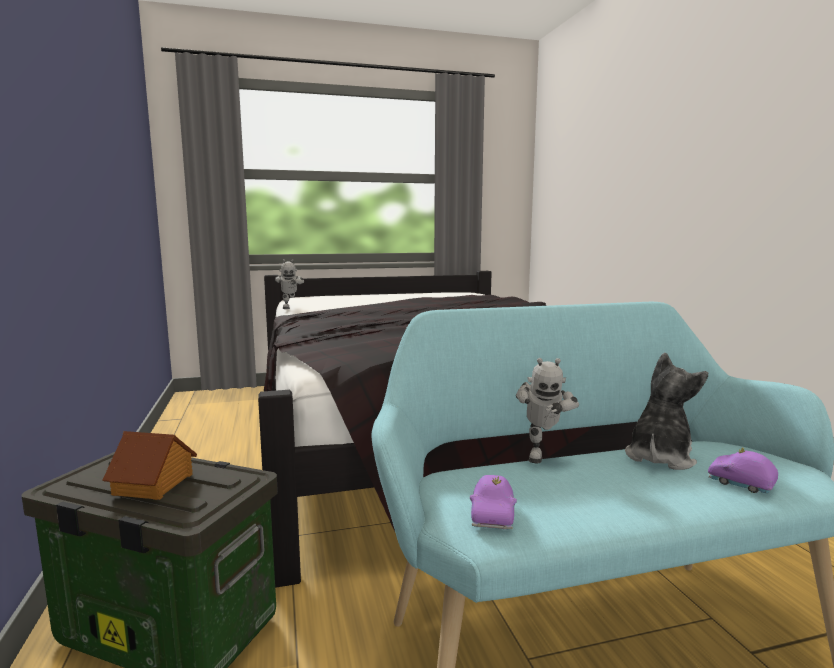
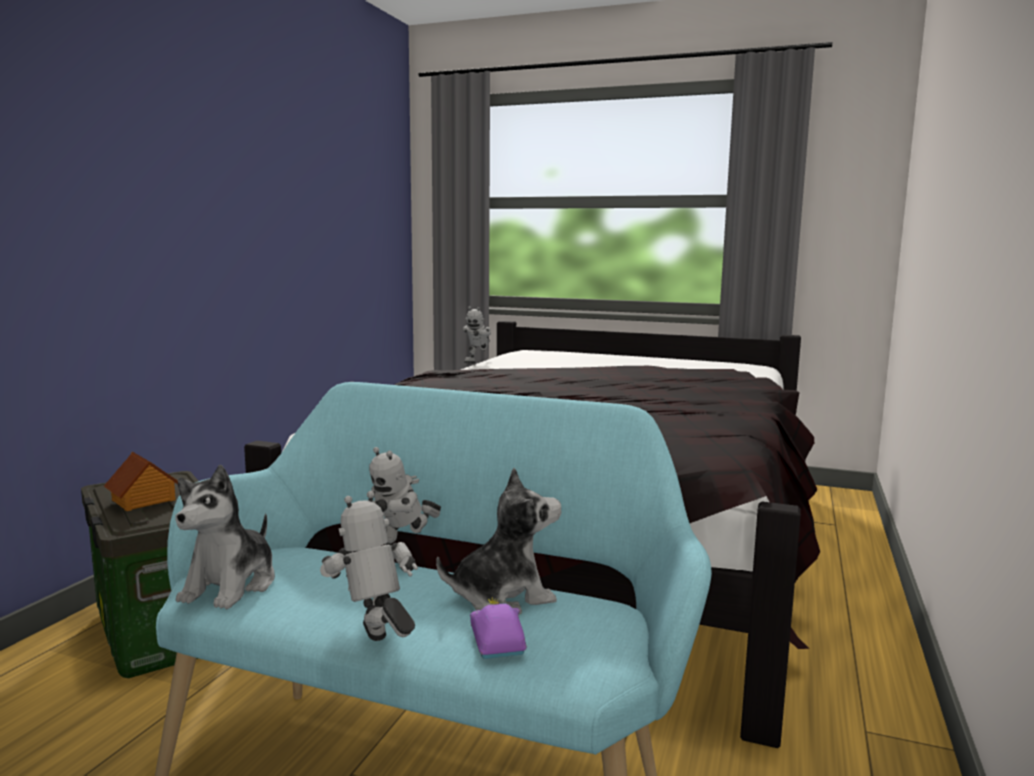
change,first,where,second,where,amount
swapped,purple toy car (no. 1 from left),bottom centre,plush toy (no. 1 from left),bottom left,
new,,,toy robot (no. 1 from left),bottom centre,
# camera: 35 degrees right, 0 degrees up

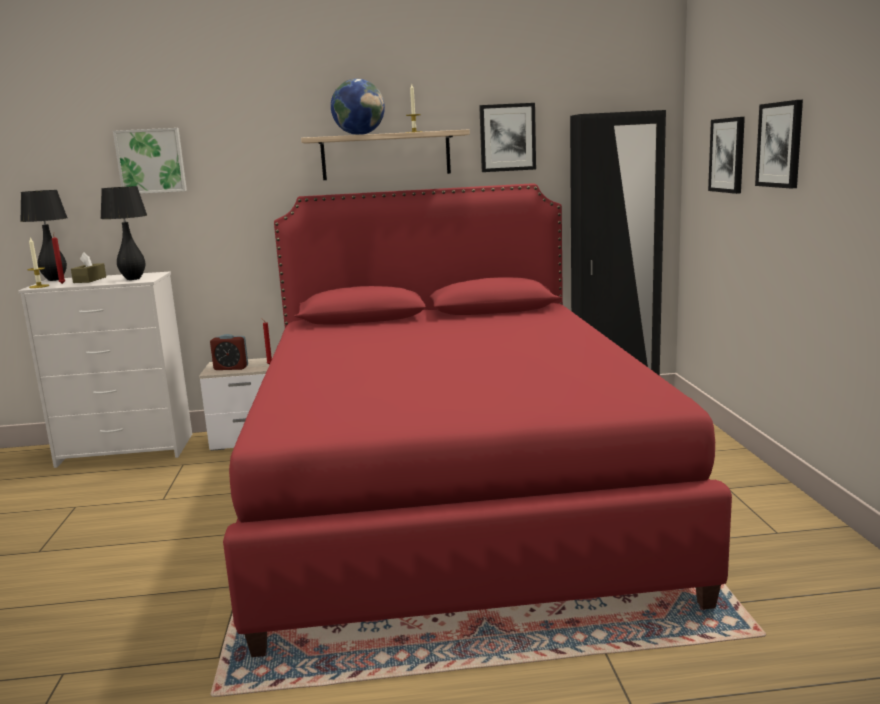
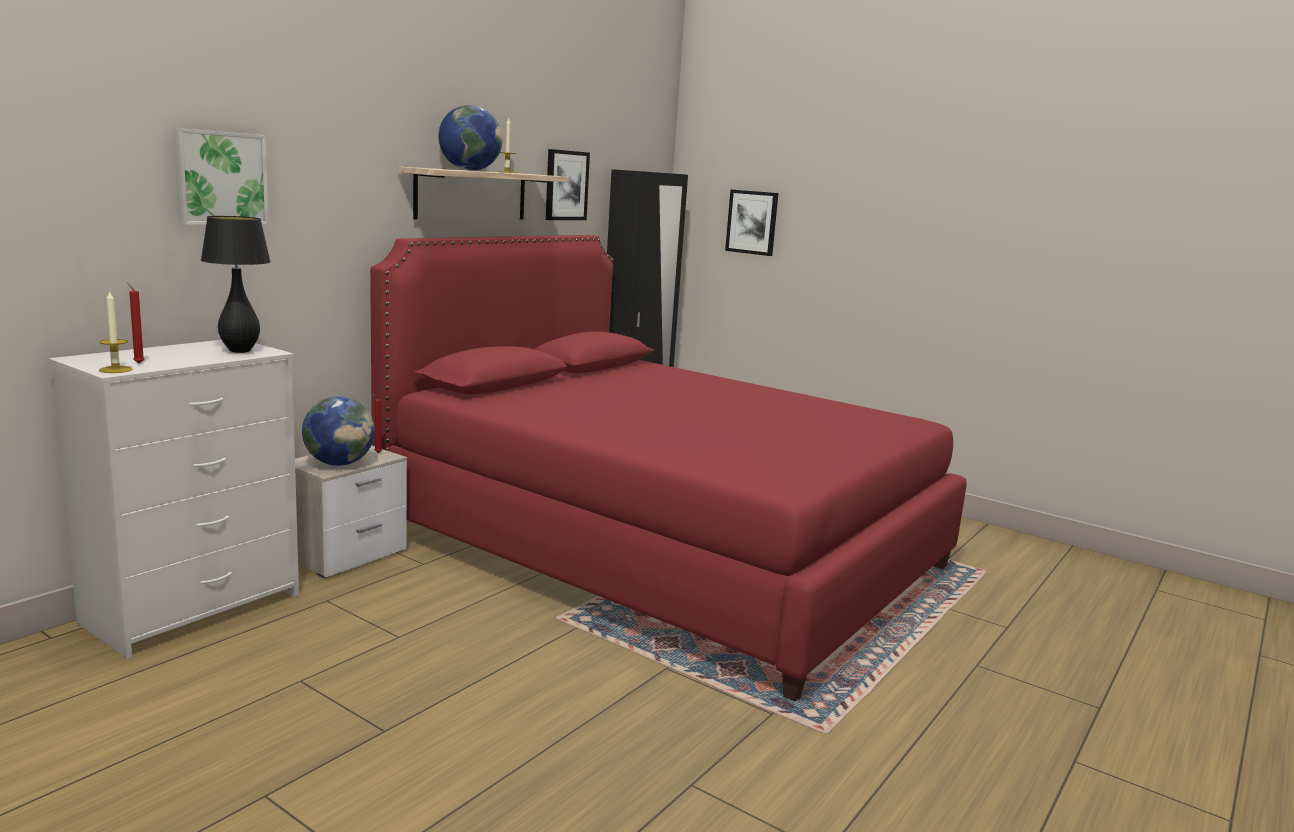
change,first,where,second,where,amount
gone,black table lamp (no. 1 from left),middle left,,,
gone,brown tissue box,middle left,,,
swapped,alarm clock,middle left,globe (no. 1 from left),middle left,
gone,picture (no. 4 from left),top right,,,
# camera: 50 degrees left, 0 degrees up

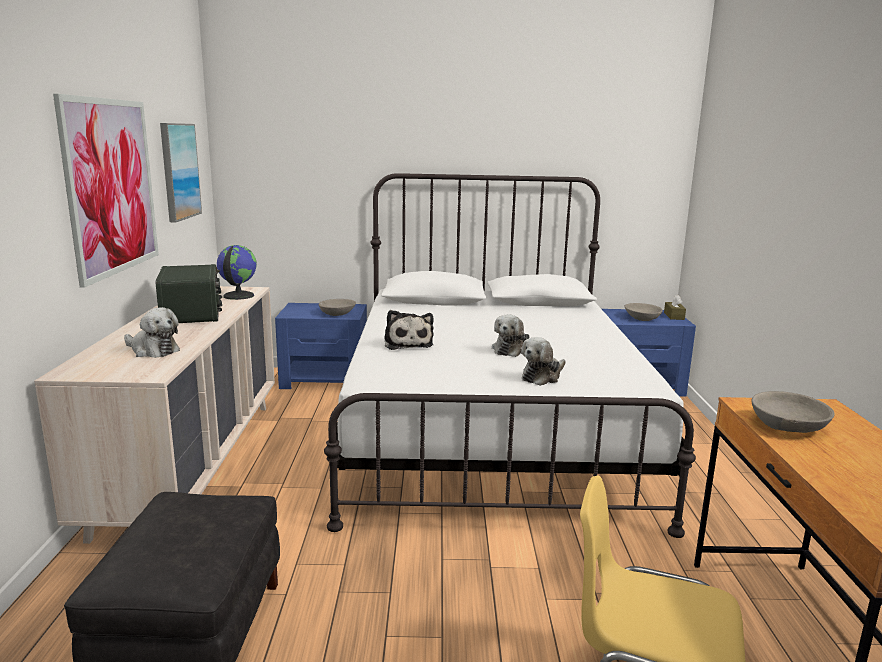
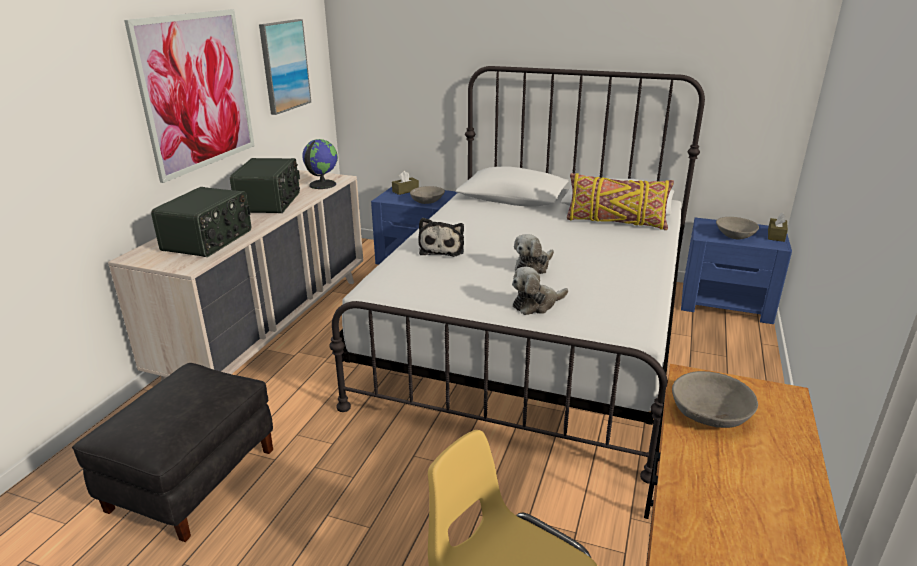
change,first,where,second,where,amount
swapped,plush toy (no. 1 from left),middle left,radio (no. 1 from left),middle left,
new,,,brown tissue box (no. 1 from left),top centre,
new,,,yellow pillow,middle right,
# camera: 20 degrees right, 10 degrees up

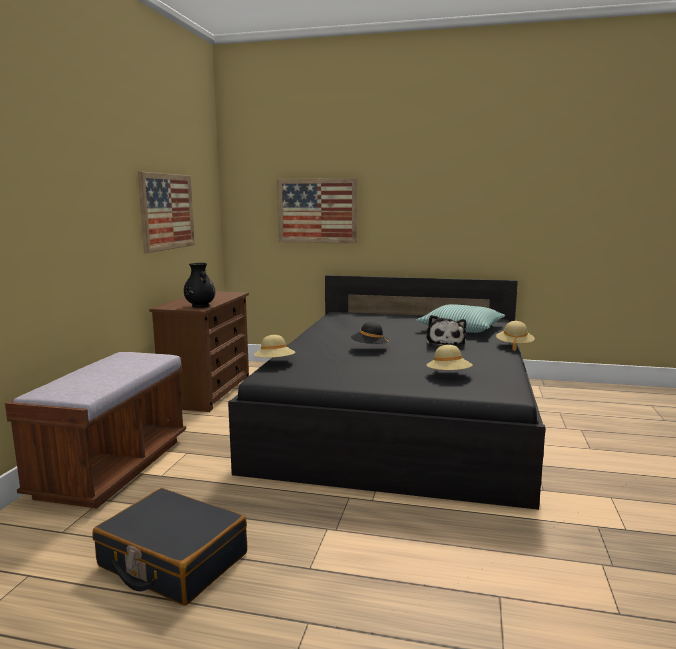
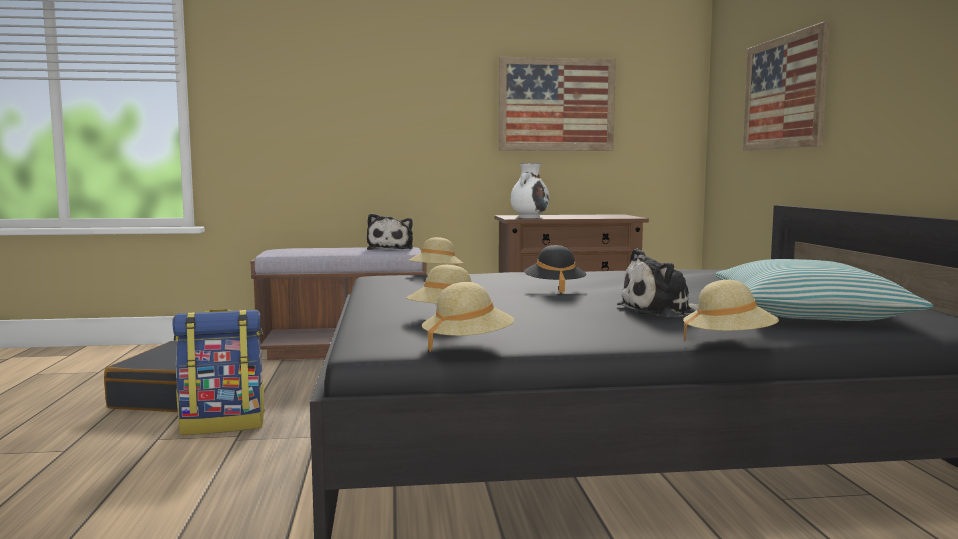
change,first,where,second,where,amount
repainted,black vase,middle left,white vase,centre,
new,,,backpack,bottom left,
new,,,plush toy (no. 1 from left),centre,
new,,,beige hat (no. 3 from left),centre,
# camera: 70 degrees right, 5 degrees down

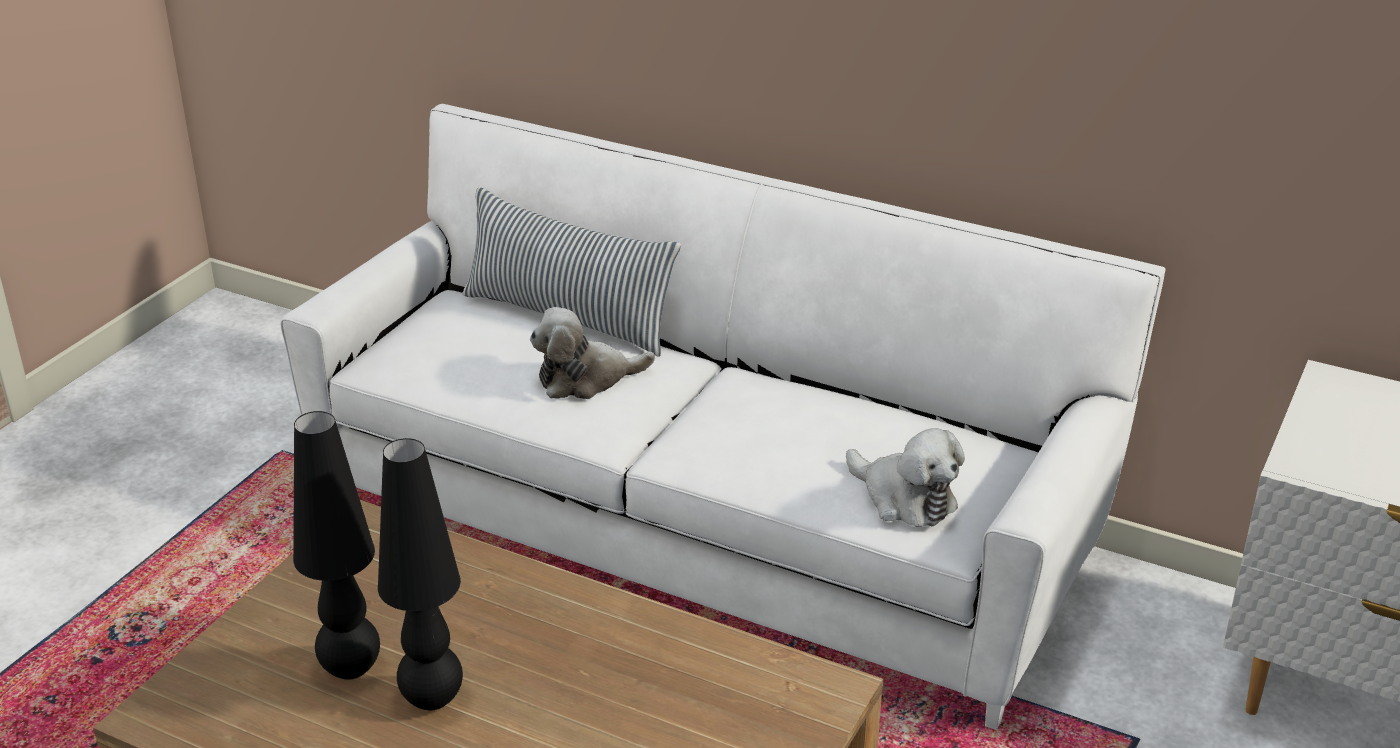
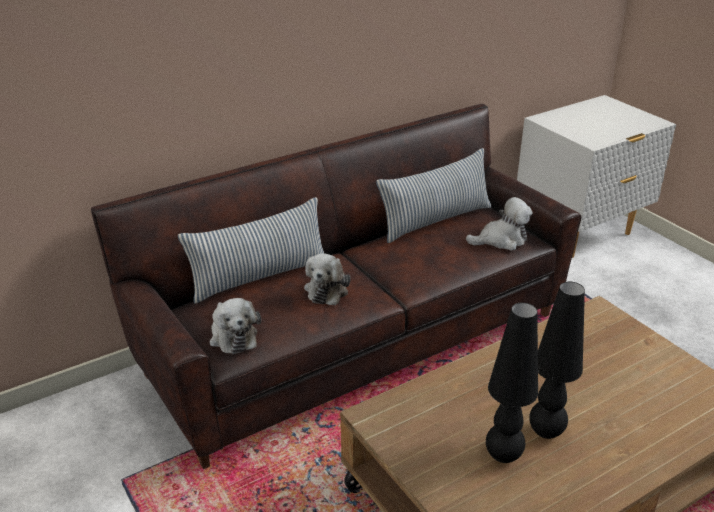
change,first,where,second,where,amount
repainted,white sofa,centre,brown sofa,centre,
new,,,plush toy (no. 1 from left),middle left,
new,,,pillow (no. 2 from left),centre,
# camera: 60 degrees left, 0 degrees up

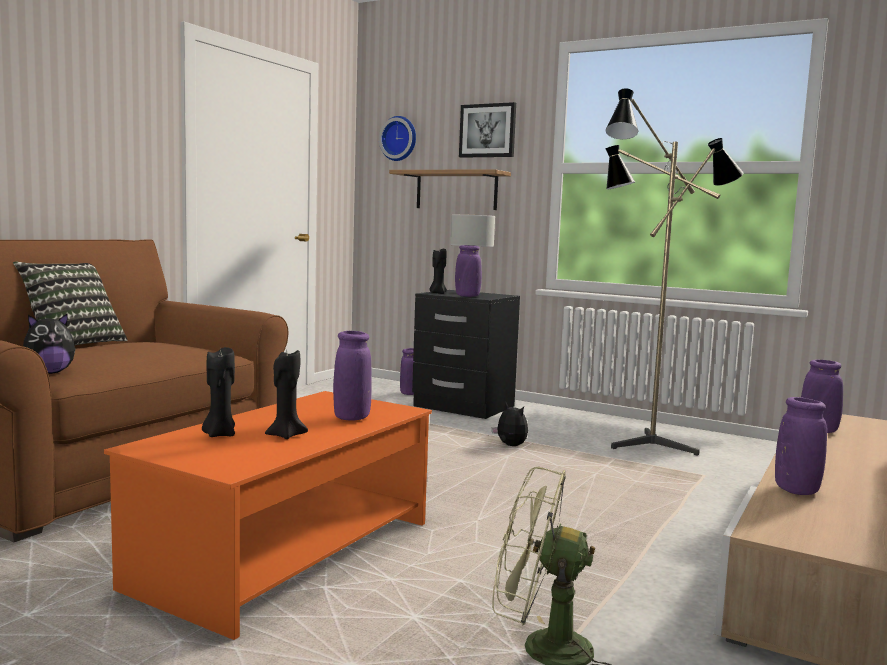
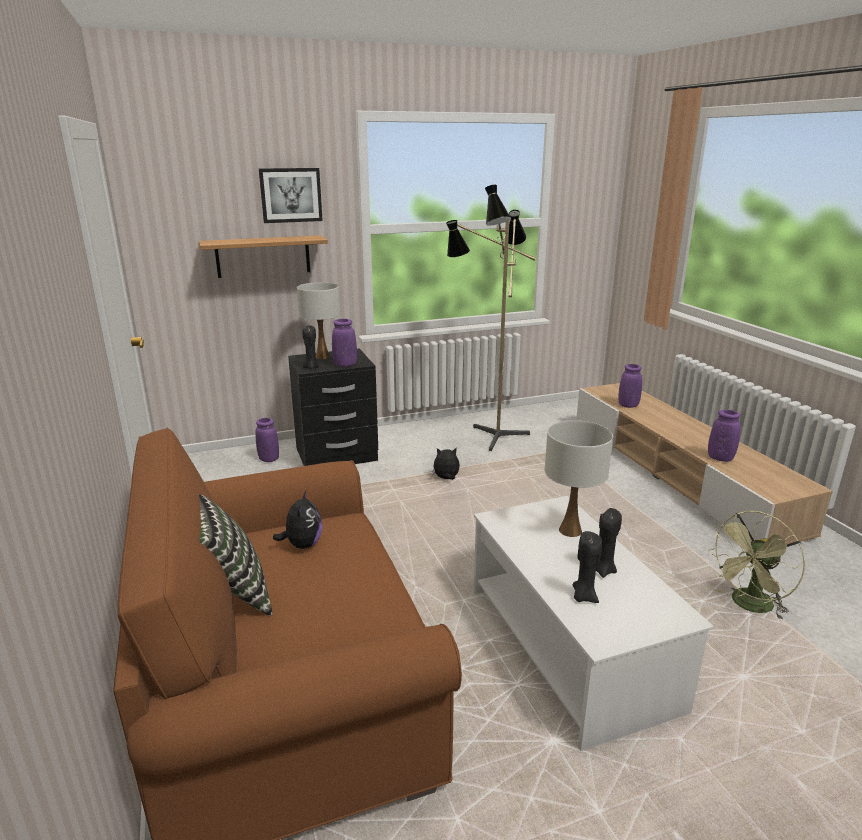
change,first,where,second,where,amount
shifted,plush toy (no. 1 from left),middle left,,centre,
repainted,orange coffee table,bottom left,white coffee table,bottom right,
swapped,purple vase (no. 1 from left),centre,white table lamp (no. 2 from left),middle right,
gone,wall clock,top centre,,,
# camera: 50 degrees left, 15 degrees up

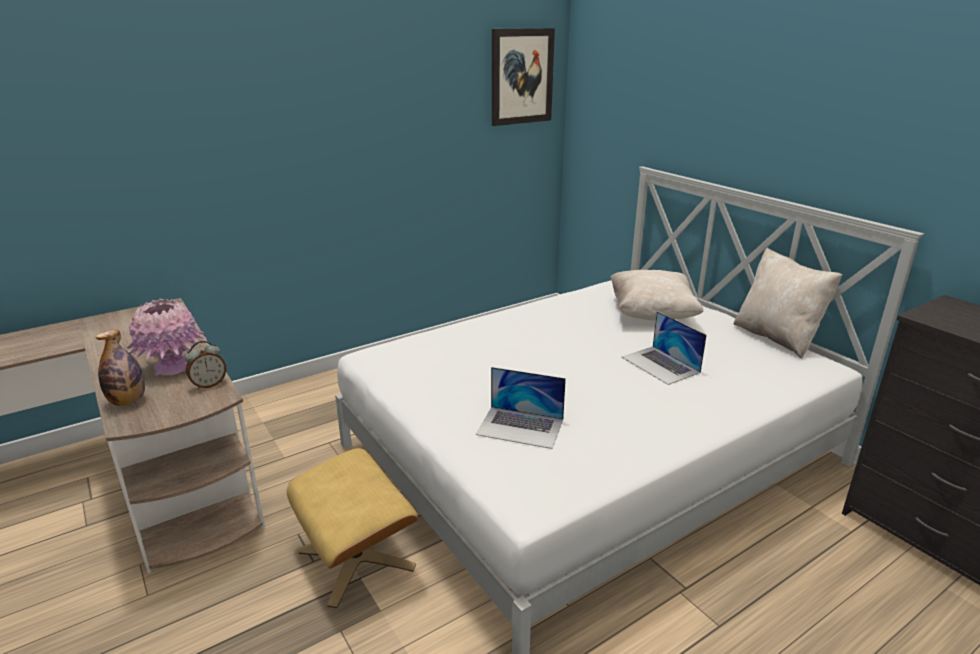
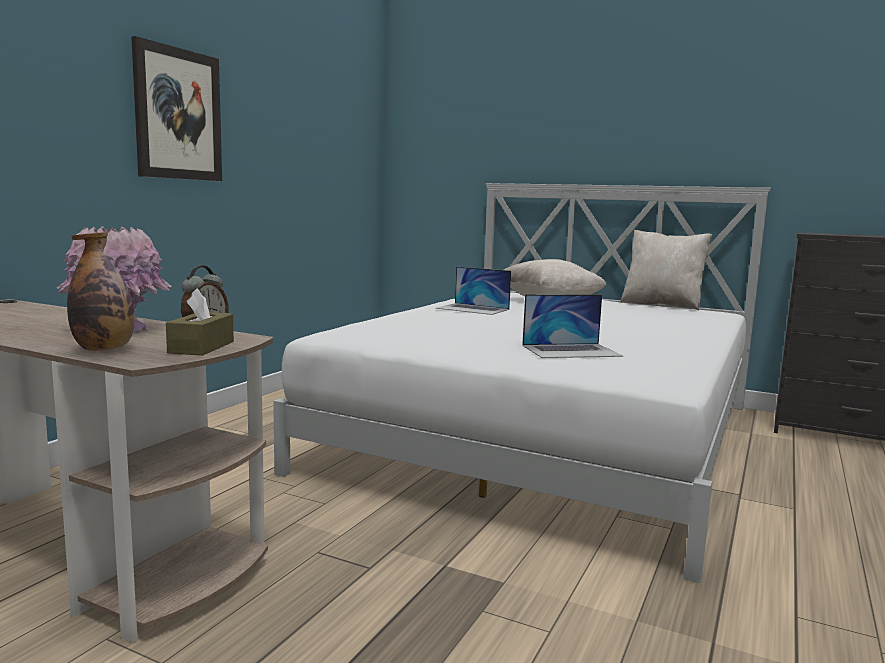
change,first,where,second,where,amount
gone,beige ottoman,bottom centre,,,
shifted,picture,top centre,,top left,
shifted,laptop (no. 2 from left in the first image),middle right,laptop (no. 1 from left),centre,
new,,,brown tissue box,middle left,
# camera: 30 degrees left, 15 degrees down

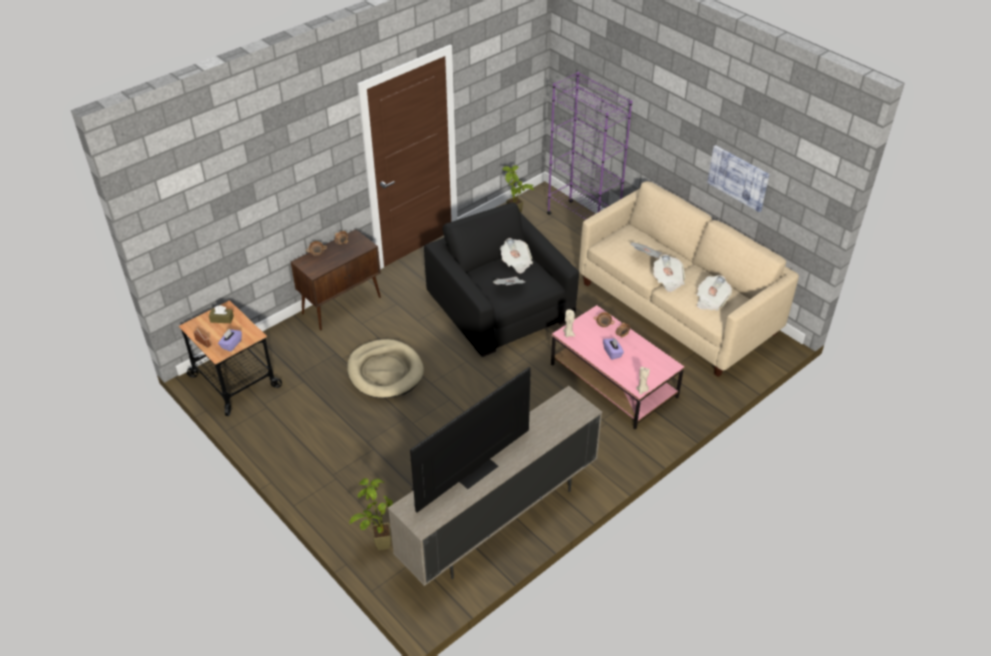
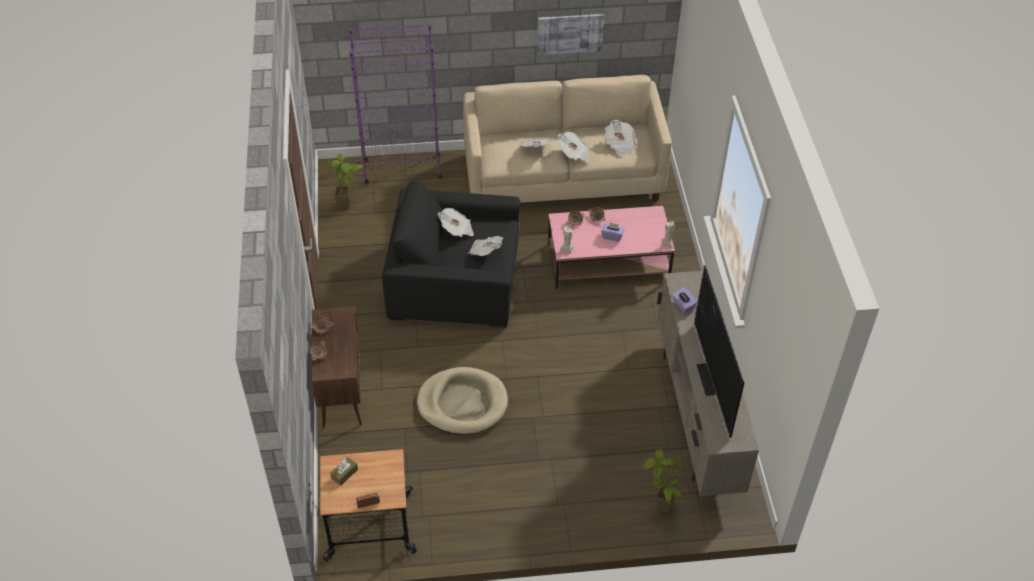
change,first,where,second,where,amount
shifted,purple tissue box (no. 1 from left in the first image),middle left,purple tissue box (no. 2 from left),centre,
# camera: 55 degrees left, 5 degrees up

